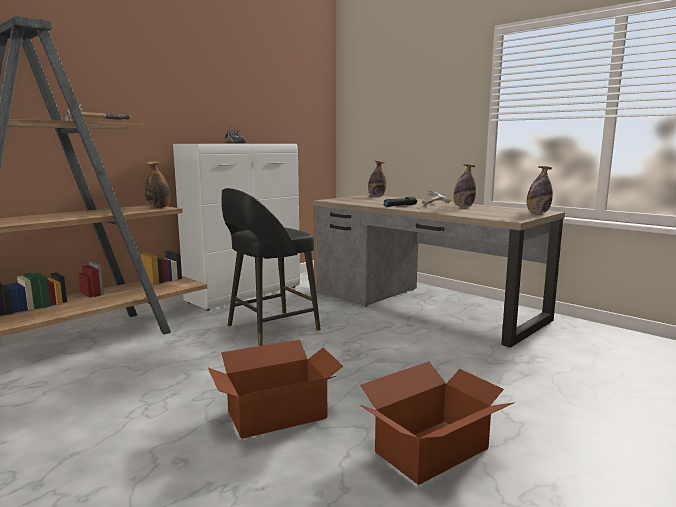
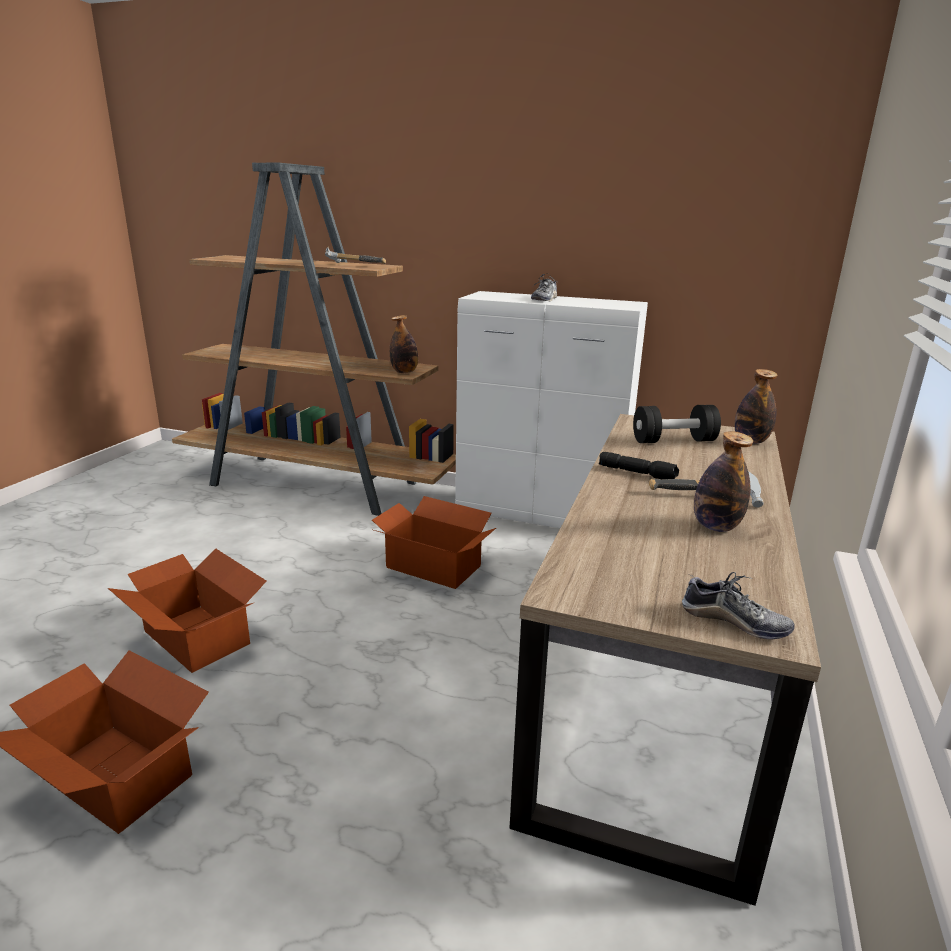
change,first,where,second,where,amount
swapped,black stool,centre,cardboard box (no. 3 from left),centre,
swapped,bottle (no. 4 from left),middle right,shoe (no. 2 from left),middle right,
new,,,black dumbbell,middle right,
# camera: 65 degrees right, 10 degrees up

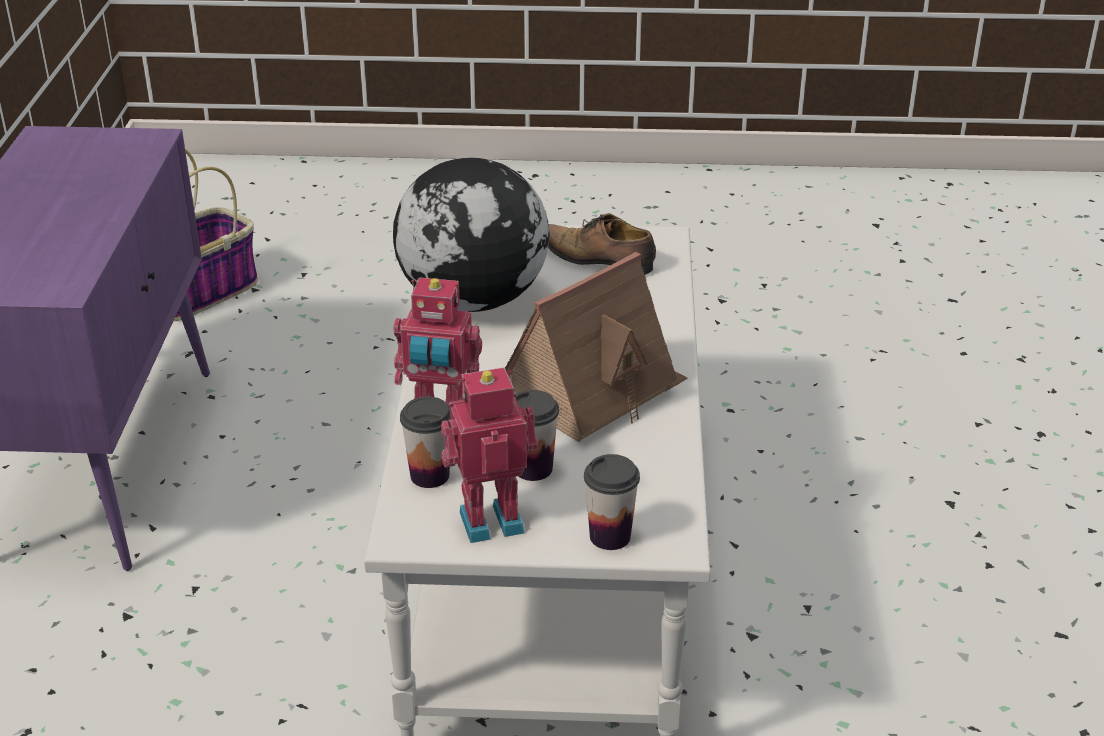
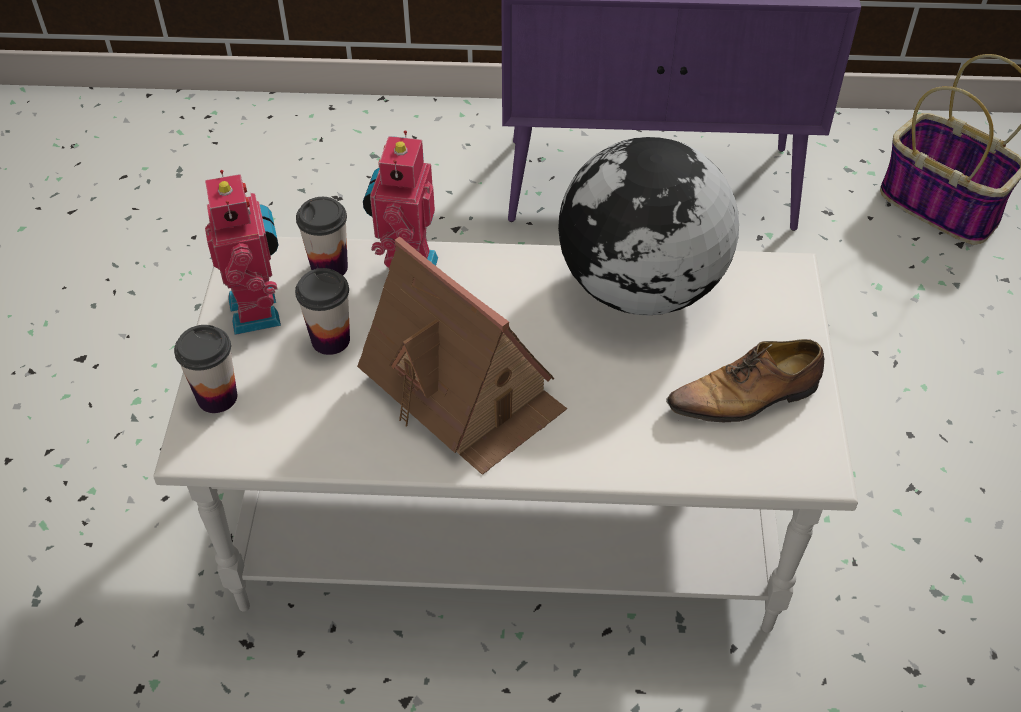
change,first,where,second,where,amount
rotated,shoe,top centre,,middle right,135 degrees counterclockwise
# camera: 90 degrees right, 15 degrees up

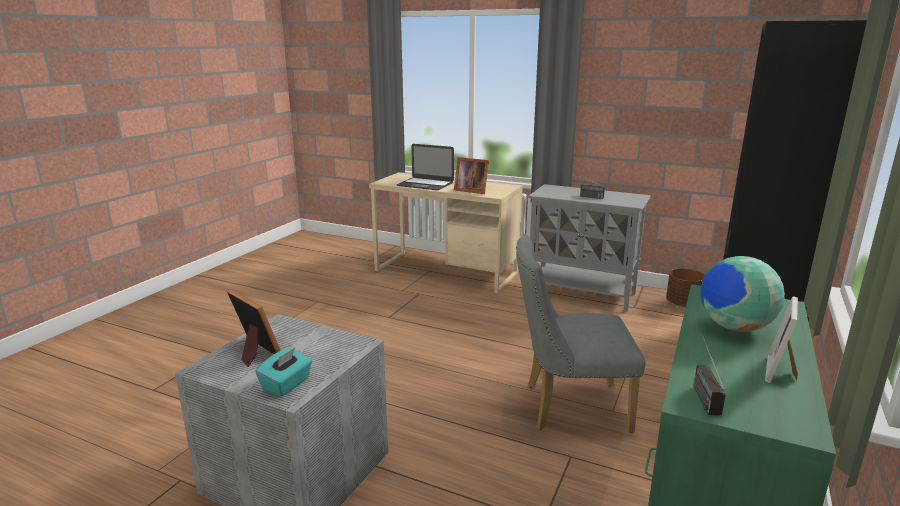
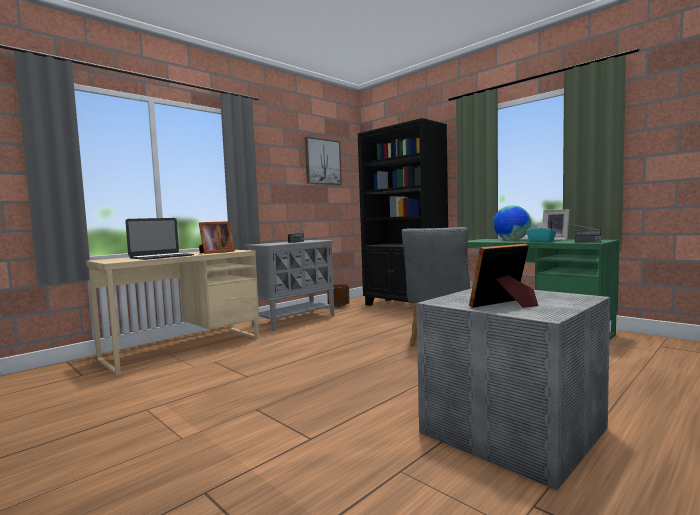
change,first,where,second,where,amount
shifted,turquoise tissue box,bottom left,,middle right,
new,,,picture,top centre,
# camera: 70 degrees left, 15 degrees down

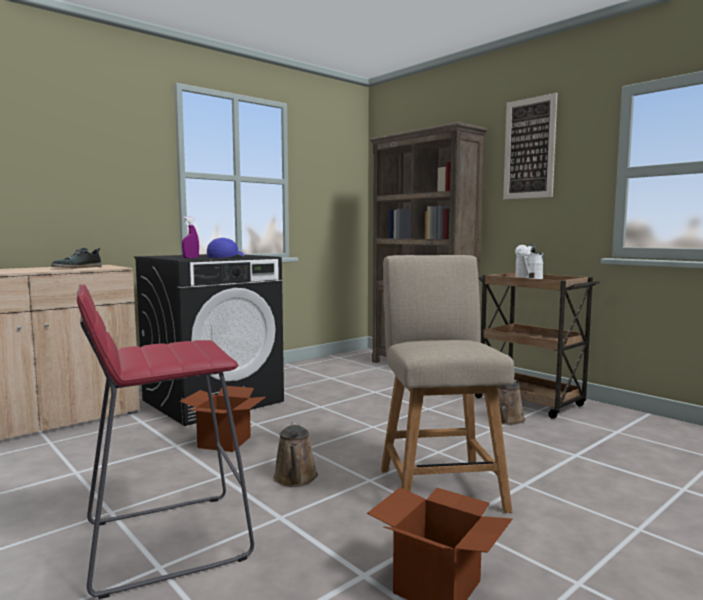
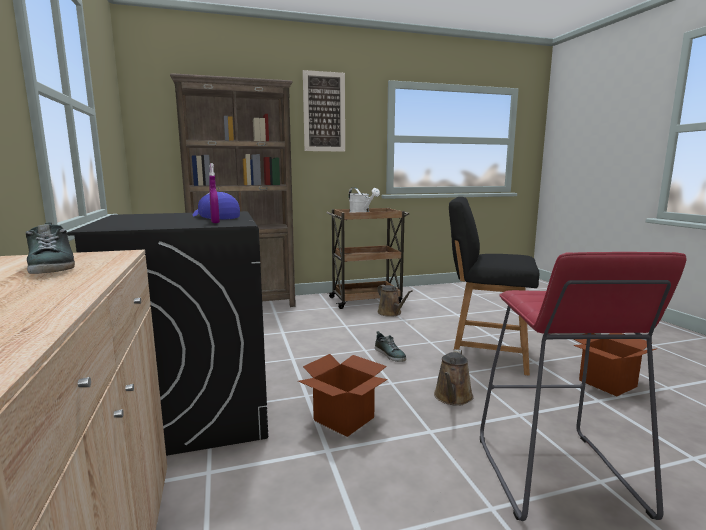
change,first,where,second,where,amount
rotated,brown watering can (no. 1 from left in the first image),bottom centre,brown watering can (no. 2 from left),bottom centre,90 degrees clockwise
repainted,beige chair,centre,black chair,middle right,
new,,,shoe (no. 2 from left),centre,
# camera: 65 degrees left, 5 degrees up

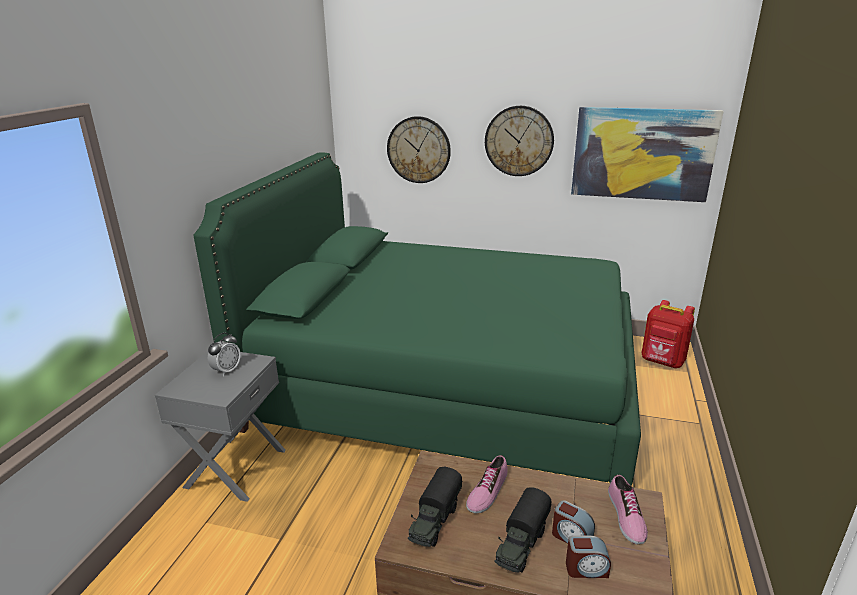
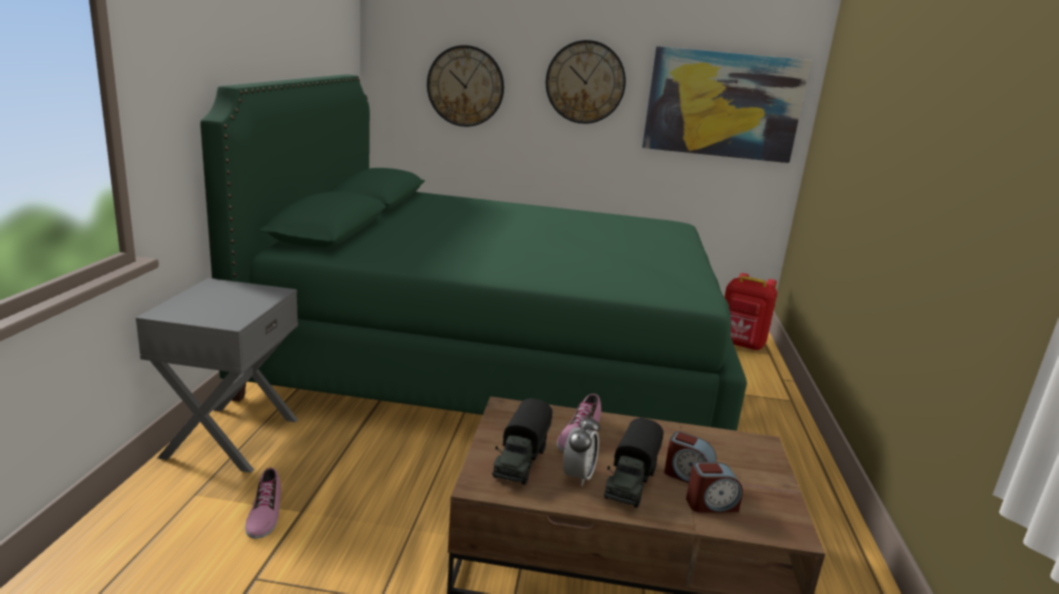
change,first,where,second,where,amount
shifted,alarm clock (no. 1 from left),middle left,,bottom centre,
shifted,shoe (no. 2 from left in the first image),bottom right,shoe (no. 1 from left),bottom left,
# camera: 10 degrees left, 5 degrees down

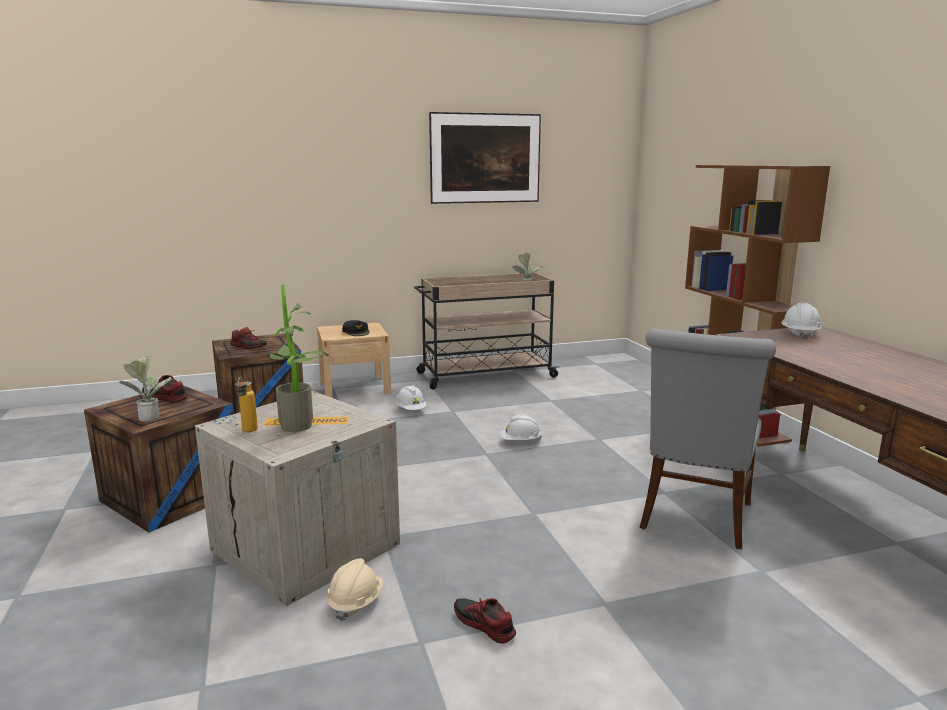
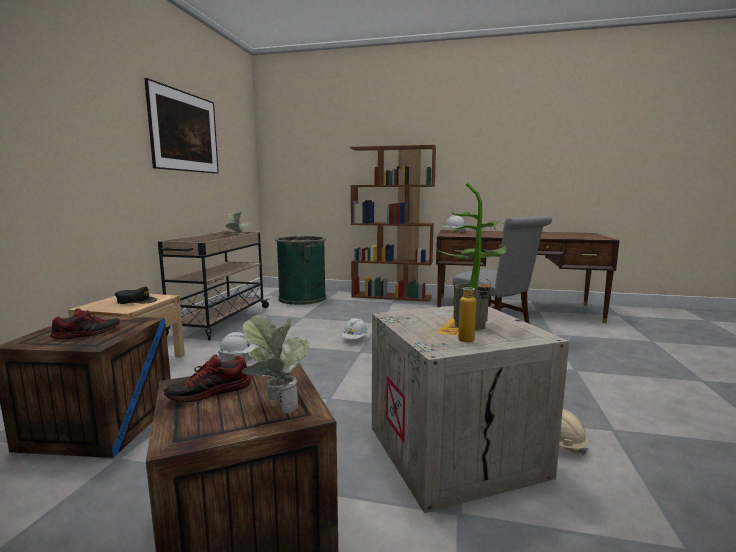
change,first,where,second,where,amount
gone,shoe (no. 3 from left),bottom centre,,,
new,,,green trash can,centre,
# camera: 60 degrees left, 5 degrees down

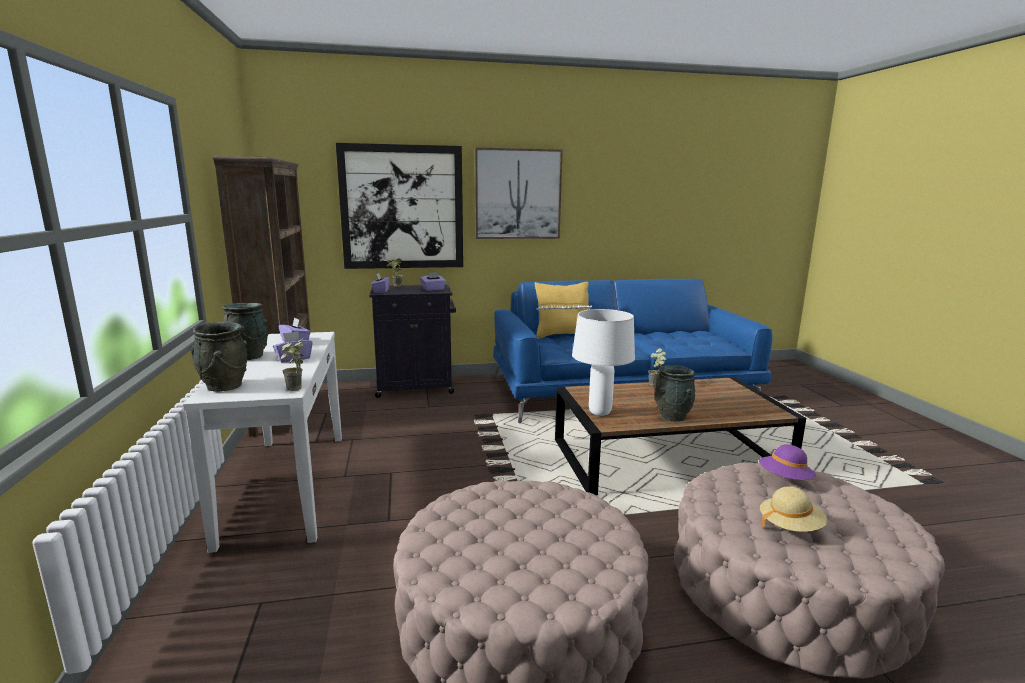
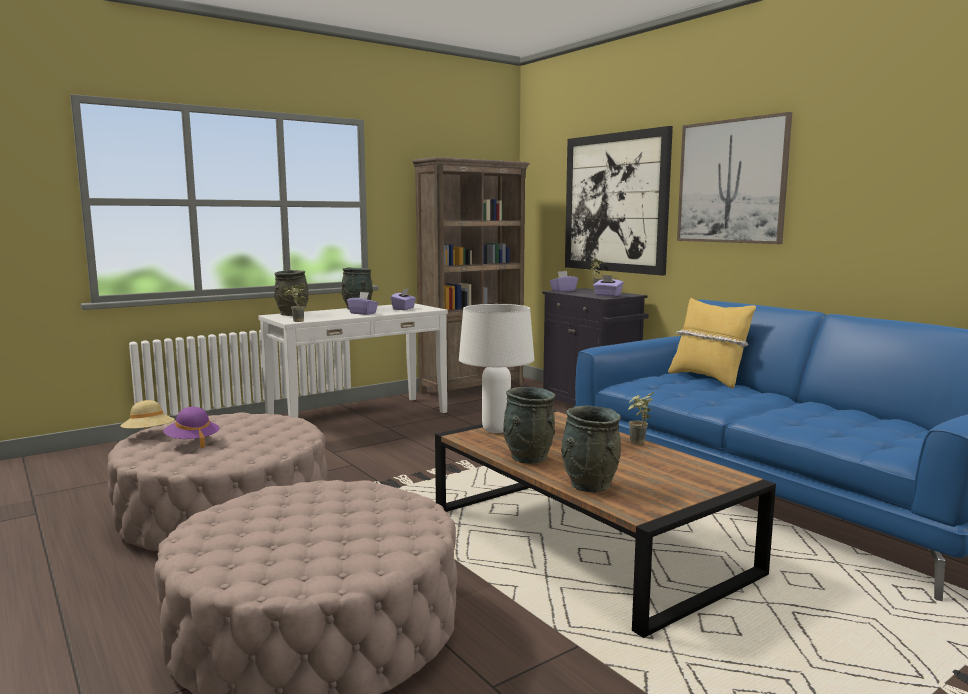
change,first,where,second,where,amount
shifted,purple hat,bottom right,,middle left,
shifted,beige hat,bottom right,,middle left,
new,,,grey vase (no. 4 from left),centre,
# camera: 65 degrees right, 5 degrees down

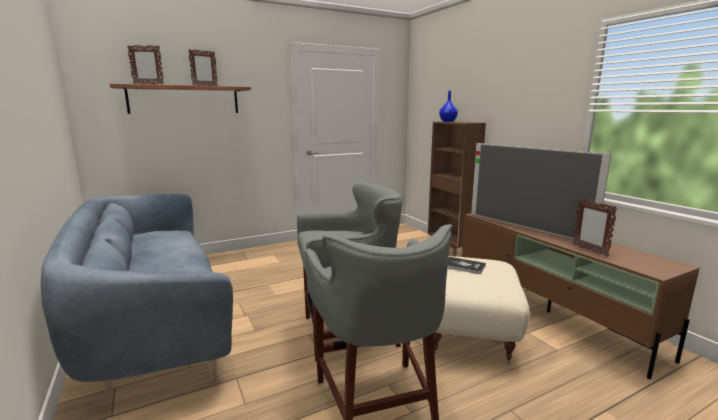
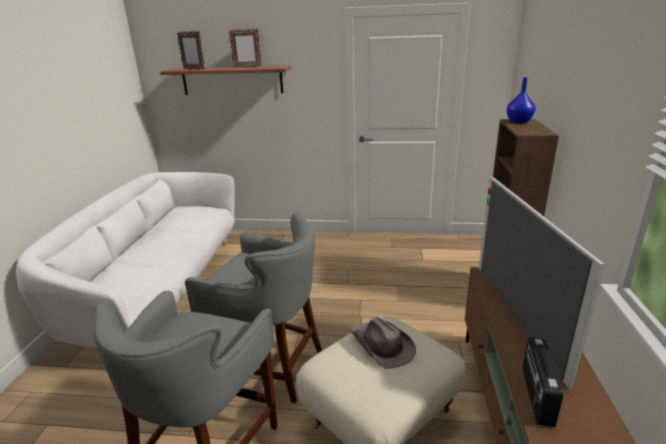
change,first,where,second,where,amount
repainted,blue sofa,bottom left,white sofa,middle left,
swapped,book,centre,brown hat,bottom centre,
swapped,picture frame (no. 3 from left),middle right,radio,bottom right,
# camera: 35 degrees right, 10 degrees up

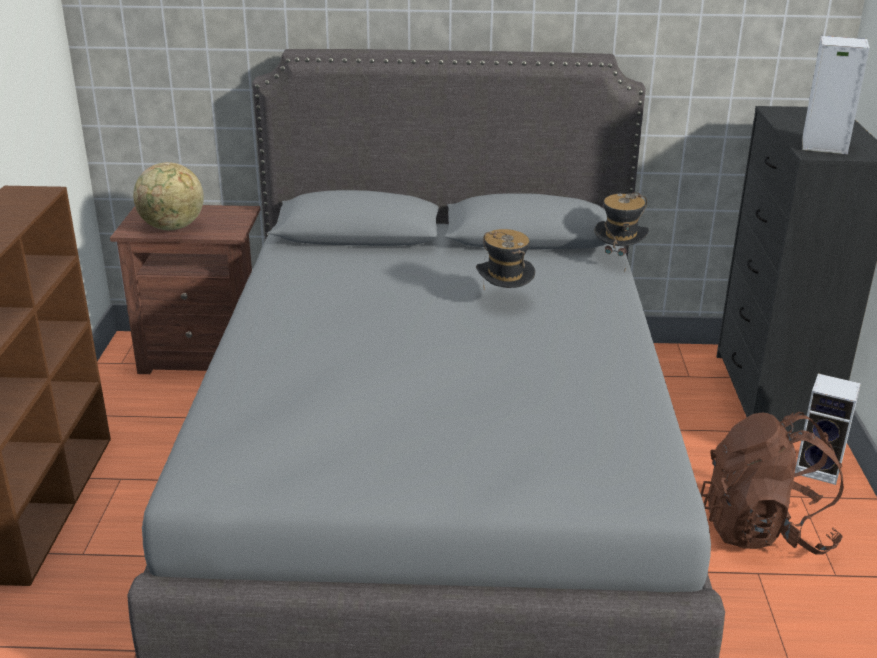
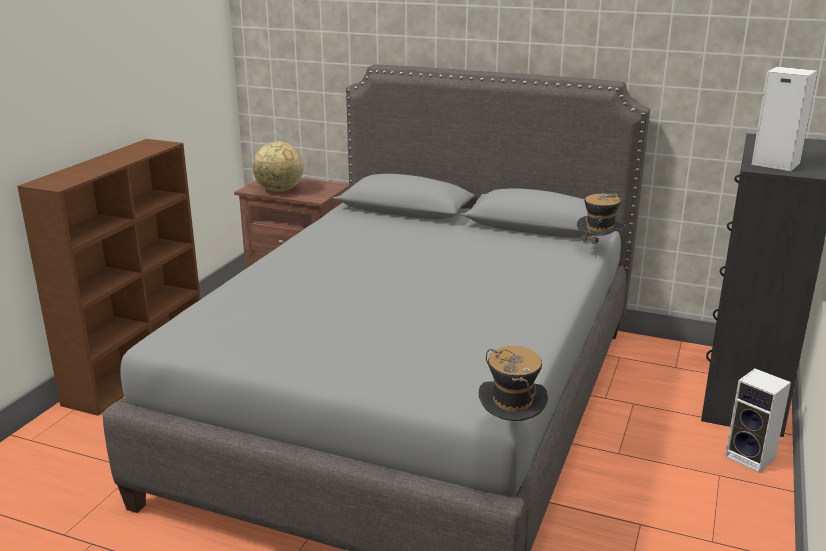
change,first,where,second,where,amount
shifted,hat (no. 1 from left),centre,,bottom centre,
gone,brown backpack,bottom right,,,
# camera: 20 degrees right, 5 degrees down

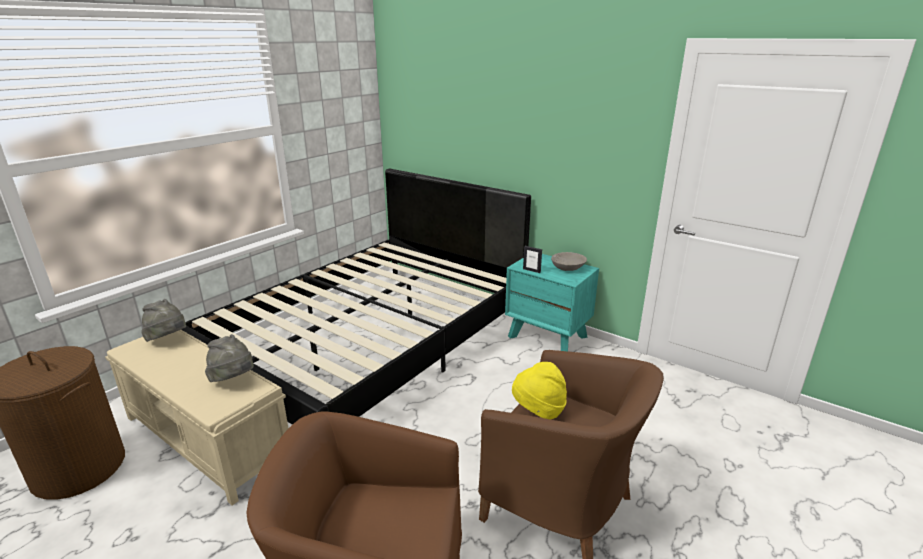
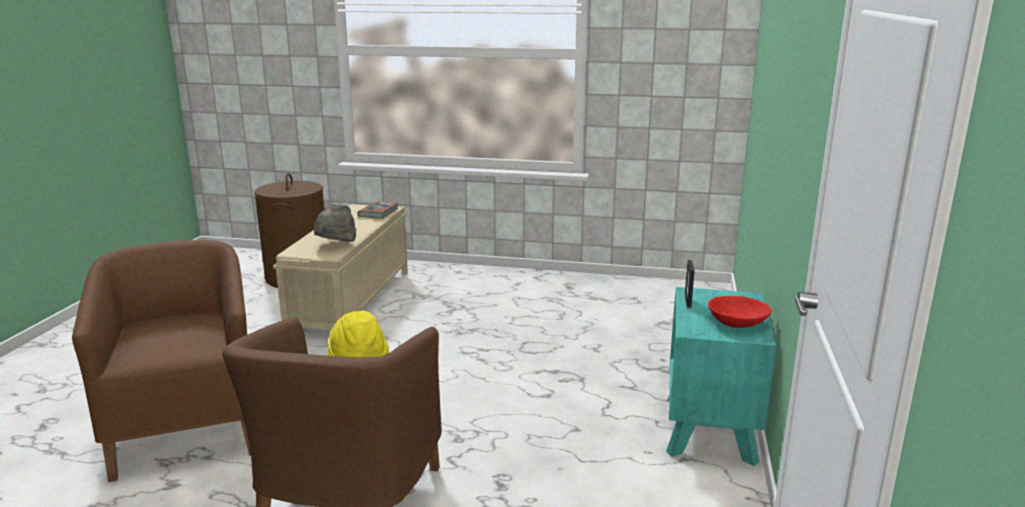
change,first,where,second,where,amount
swapped,grey hat (no. 1 from left),middle left,book,centre,
gone,black bed,centre,,,
repainted,grey bowl,centre,red bowl,middle right,
# camera: 65 degrees right, 5 degrees down

